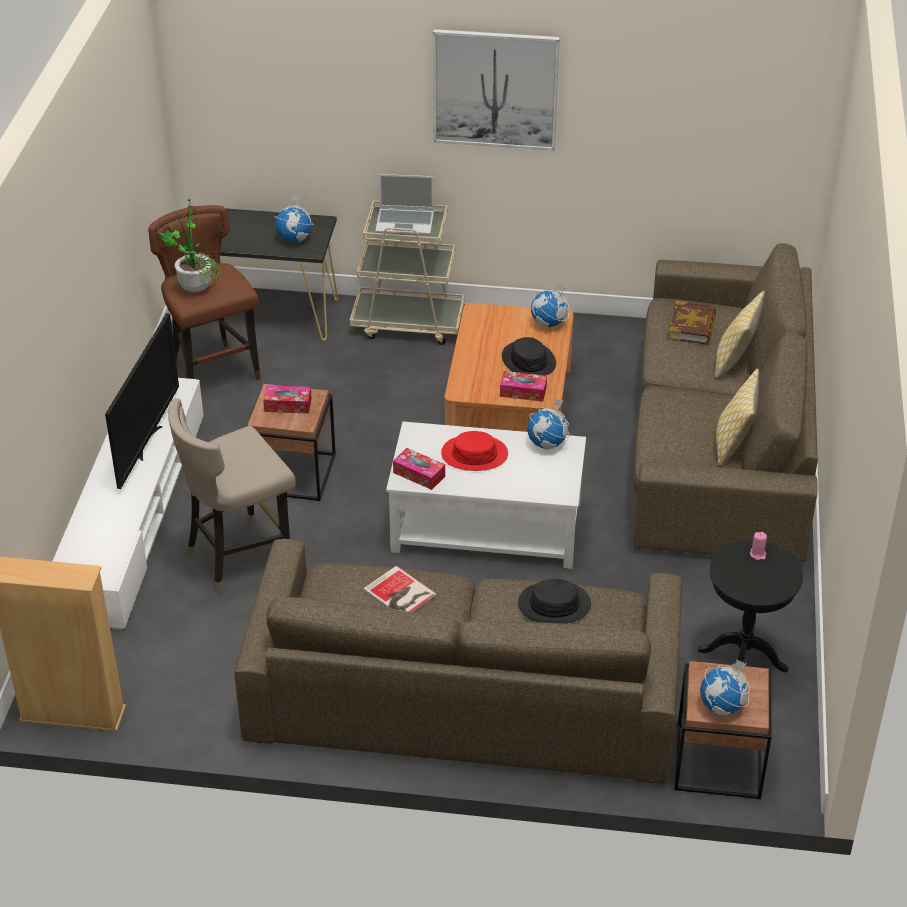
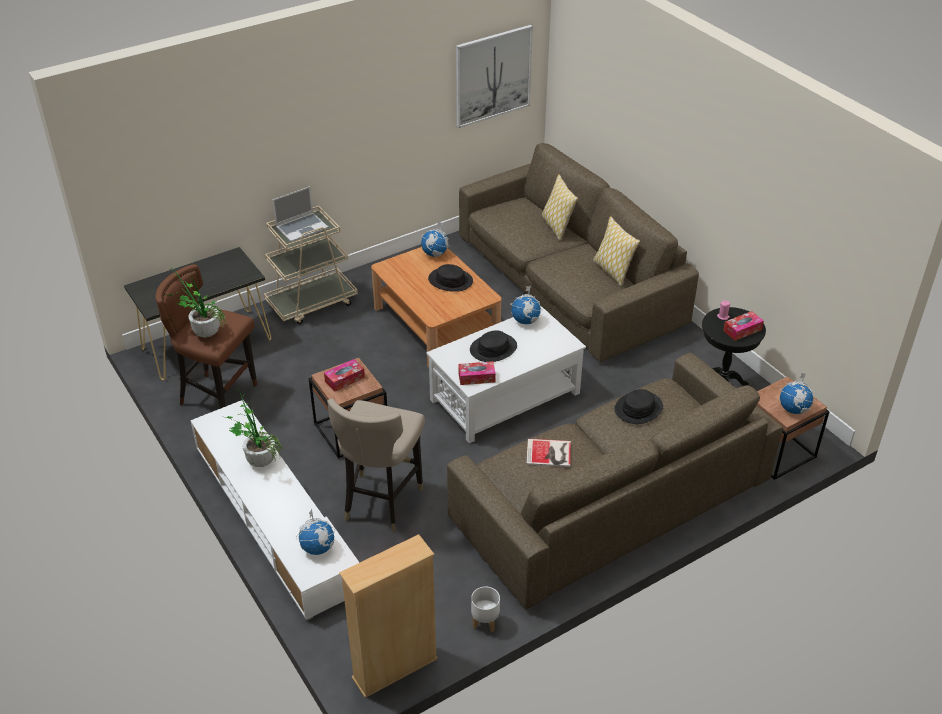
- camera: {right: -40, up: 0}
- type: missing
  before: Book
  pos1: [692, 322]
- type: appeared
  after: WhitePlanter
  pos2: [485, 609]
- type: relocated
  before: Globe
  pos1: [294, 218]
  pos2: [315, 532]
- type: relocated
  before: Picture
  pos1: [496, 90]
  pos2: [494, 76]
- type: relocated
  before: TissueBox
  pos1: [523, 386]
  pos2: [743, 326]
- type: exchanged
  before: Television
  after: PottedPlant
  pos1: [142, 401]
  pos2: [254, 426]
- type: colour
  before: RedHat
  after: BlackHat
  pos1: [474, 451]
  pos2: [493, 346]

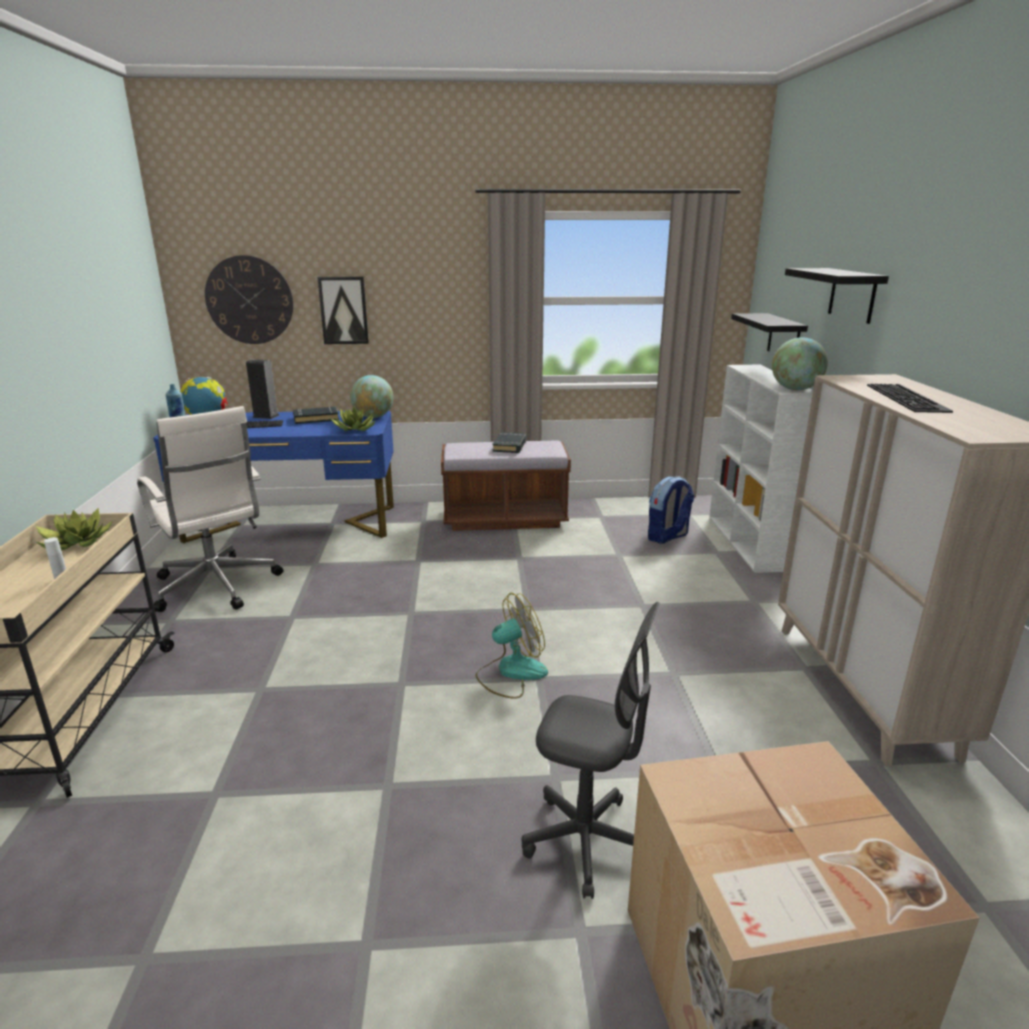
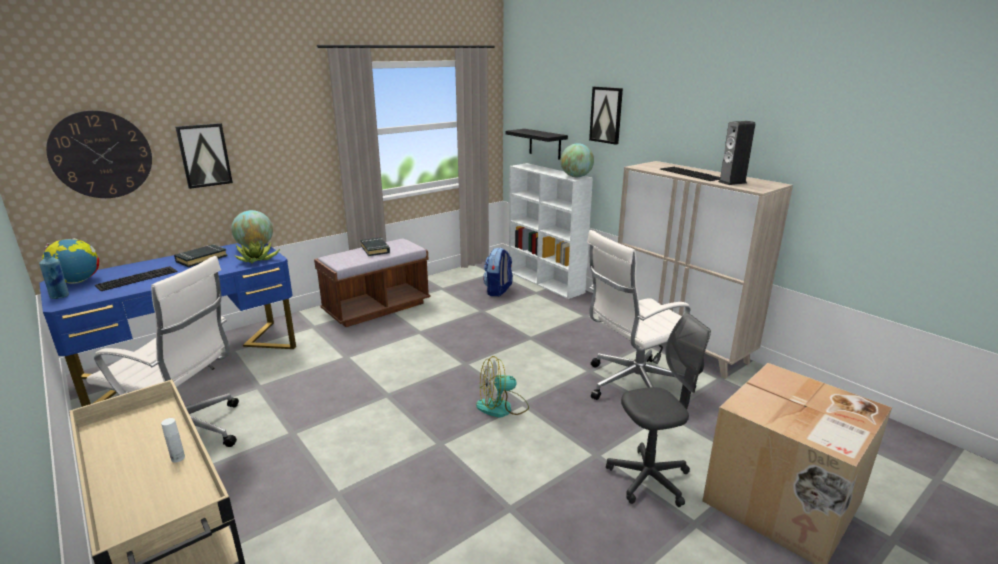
- camera: {right: -35, up: 0}
- type: missing
  before: PottedPlant
  pos1: [74, 529]
- type: appeared
  after: WhiteOfficeChair
  pos2: [641, 315]
- type: relocated
  before: Speaker
  pos1: [263, 389]
  pos2: [736, 153]
- type: exchanged
  before: BlackShelf
  after: Picture
  pos1: [837, 296]
  pos2: [606, 116]
- type: spun
  before: Fan
  pos1: [512, 646]
  pos2: [502, 386]
  turn: -135

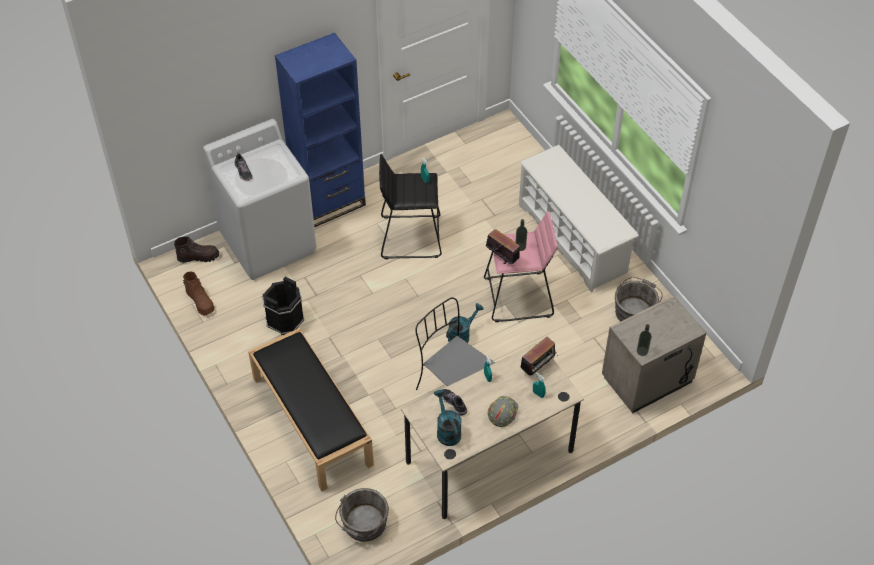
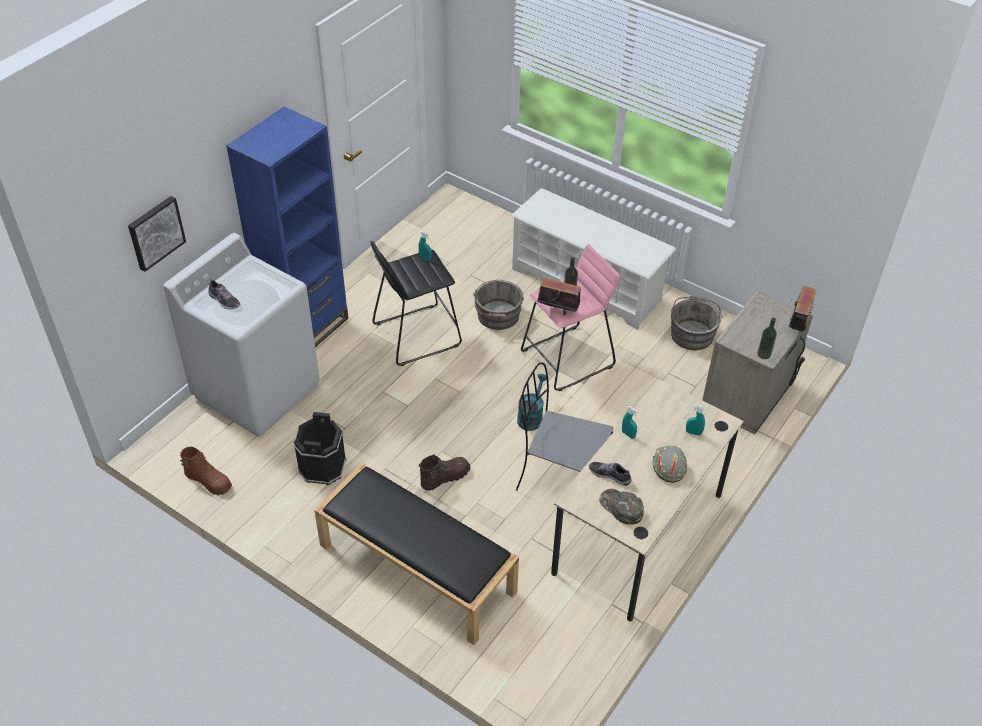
- camera: {right: -25, up: -5}
- type: appeared
  after: Picture
  pos2: [157, 234]
- type: relocated
  before: BrownBoot
  pos1: [196, 249]
  pos2: [444, 472]
- type: relocated
  before: GreyBucket
  pos1: [362, 515]
  pos2: [498, 305]
- type: relocated
  before: Radio
  pos1: [539, 356]
  pos2: [802, 310]
- type: exchanged
  before: TurquoiseWateringCan
  after: GreenCap
  pos1: [448, 417]
  pos2: [621, 507]

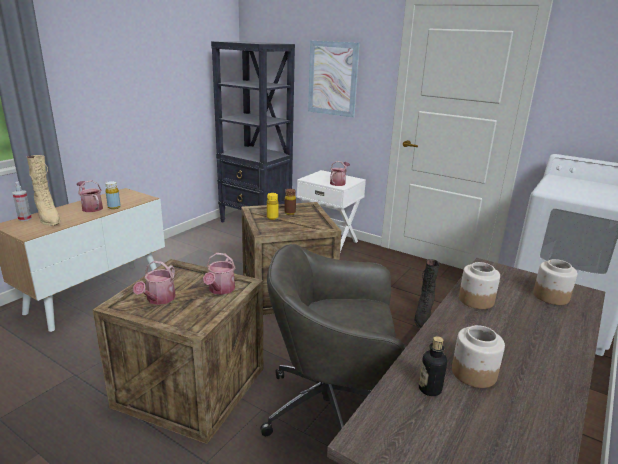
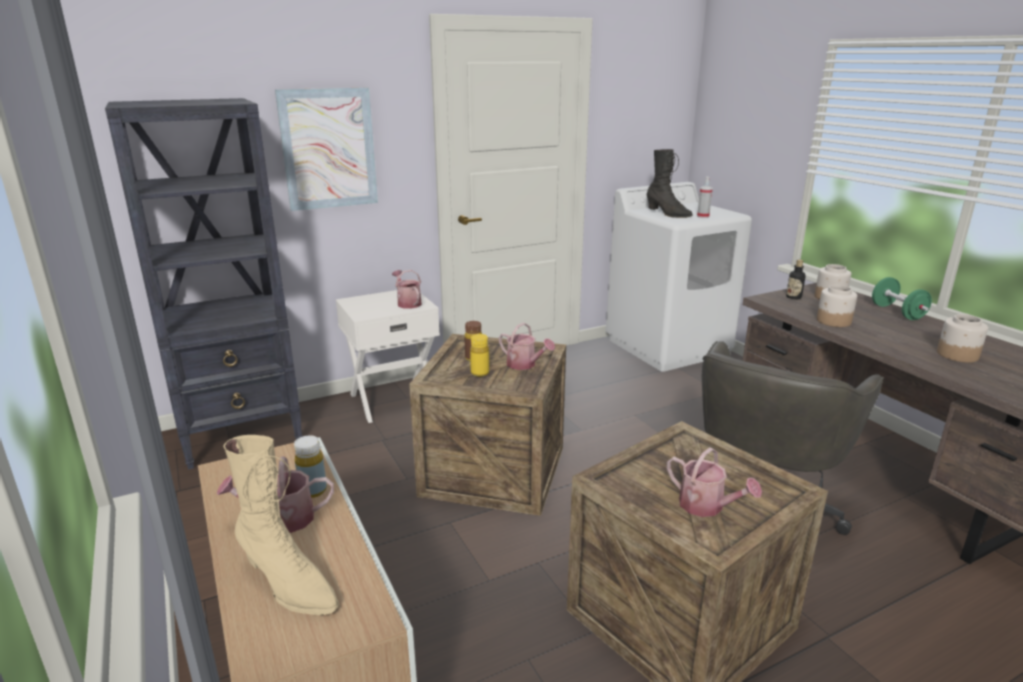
- camera: {right: -60, up: 0}
- type: appeared
  after: GreenDumbbell
  pos2: [902, 298]
- type: relocated
  before: SprayBottle
  pos1: [22, 201]
  pos2: [705, 197]
- type: relocated
  before: WateringCan
  pos1: [219, 274]
  pos2: [527, 346]
- type: relocated
  before: BlackBoot
  pos1: [427, 293]
  pos2: [670, 183]
- type: relocated
  before: Bottle
  pos1: [433, 366]
  pos2: [796, 279]
- type: spun
  before: BeigeBoot
  pos1: [44, 190]
  pos2: [281, 525]
  turn: 45

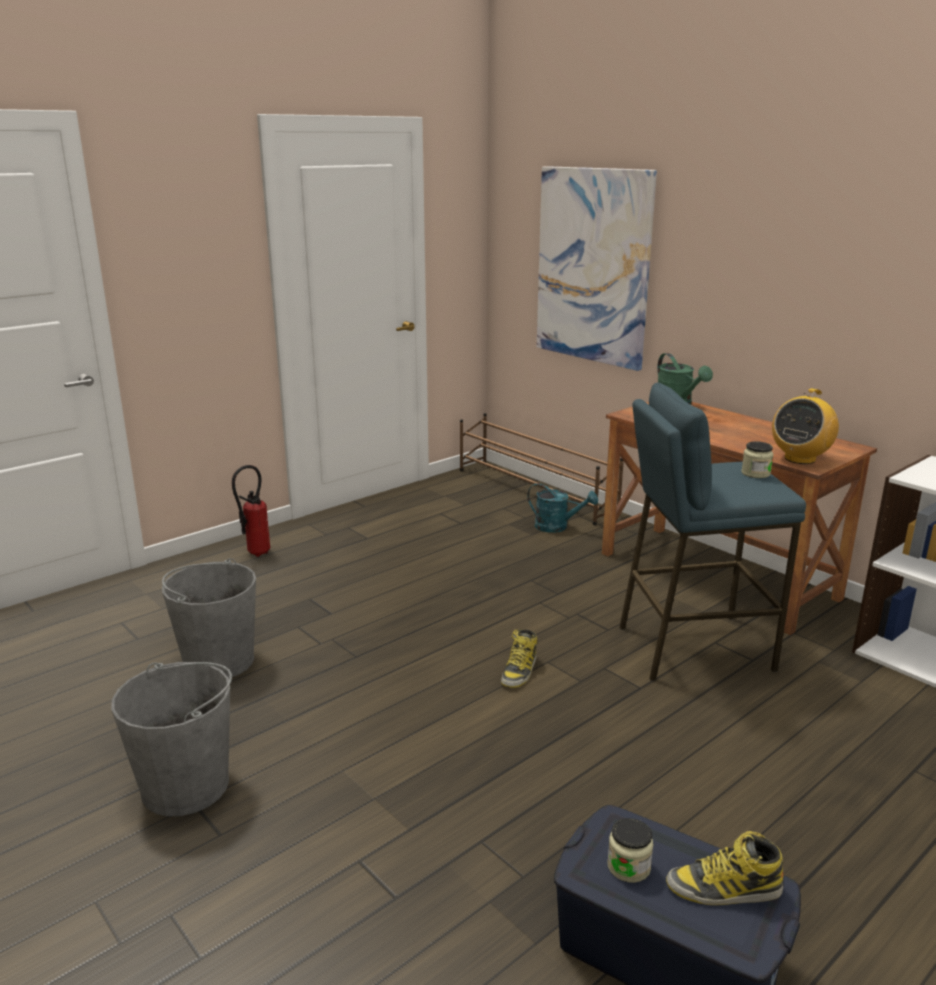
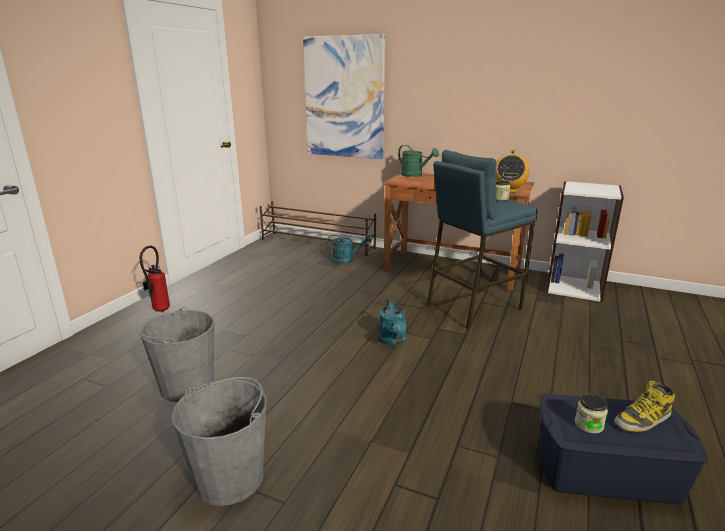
- camera: {right: -25, up: 0}
- type: exchanged
  before: Boot
  after: TurquoiseWateringCan
  pos1: [519, 658]
  pos2: [393, 322]

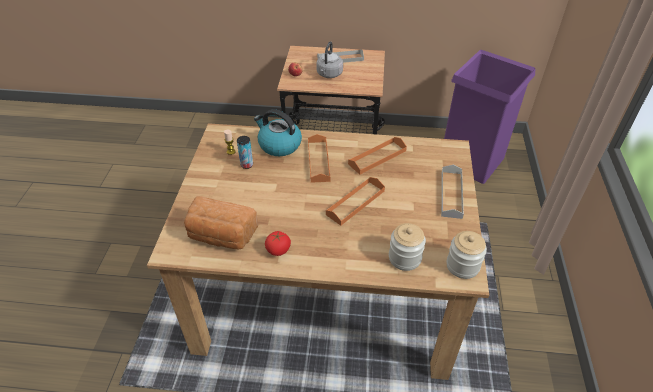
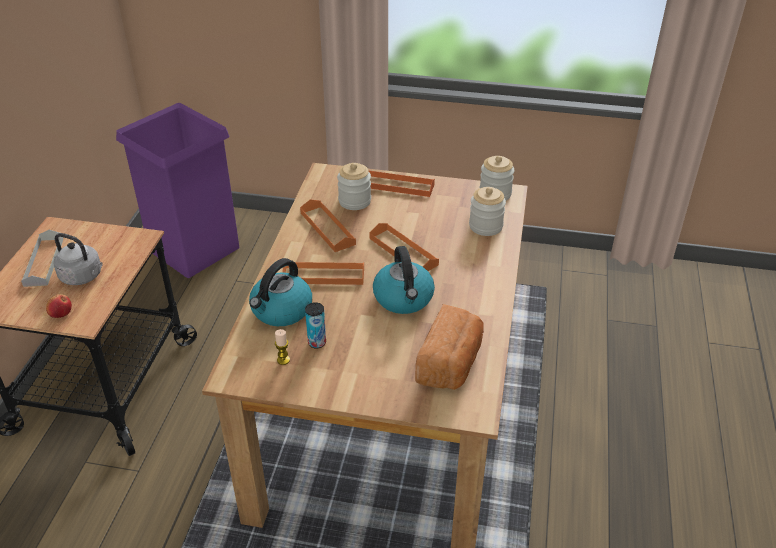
- camera: {right: -85, up: -5}
- type: missing
  before: Tomato
  pos1: [278, 243]
- type: appeared
  after: Jar
  pos2: [354, 186]
- type: appeared
  after: Kettle
  pos2: [404, 280]
- type: colour
  before: GreyTray
  after: OrangeTray
  pos1: [452, 192]
  pos2: [402, 184]

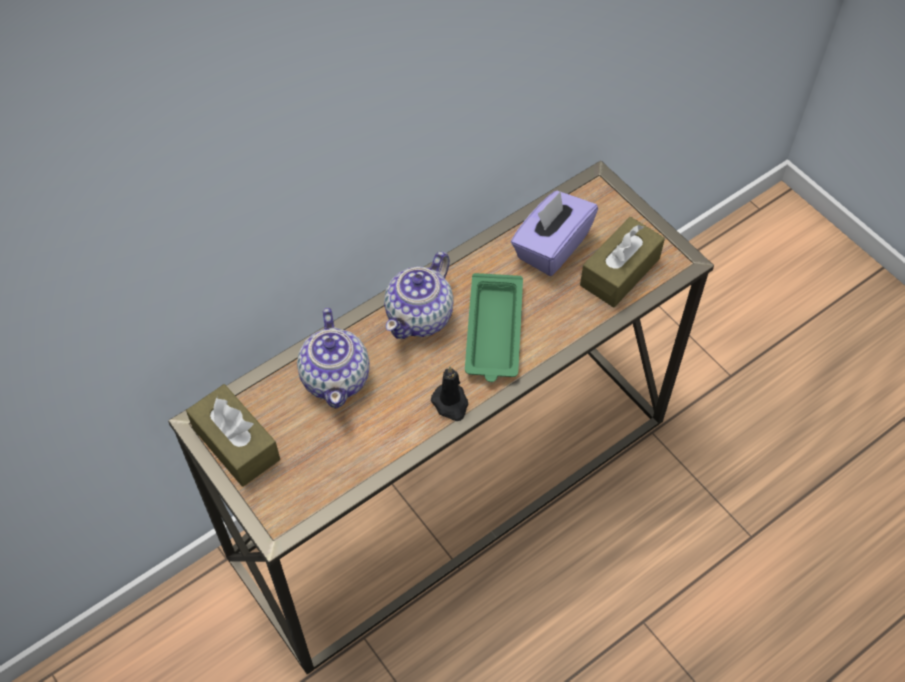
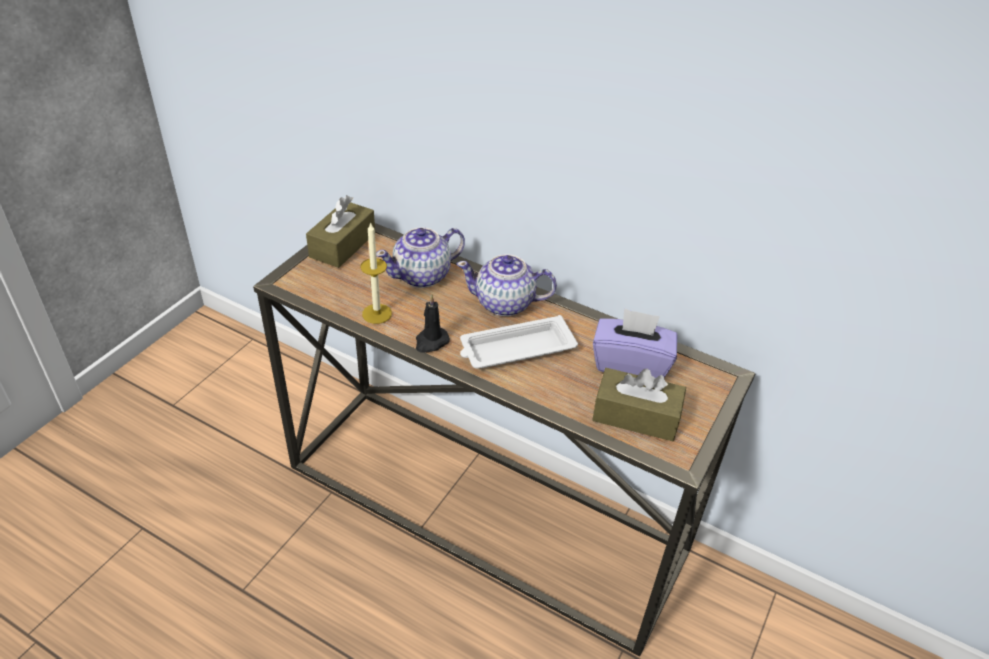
- camera: {right: 65, up: -15}
- type: appeared
  after: Candle
  pos2: [376, 273]
- type: colour
  before: GreenTray
  after: WhiteTray
  pos1: [494, 327]
  pos2: [519, 342]

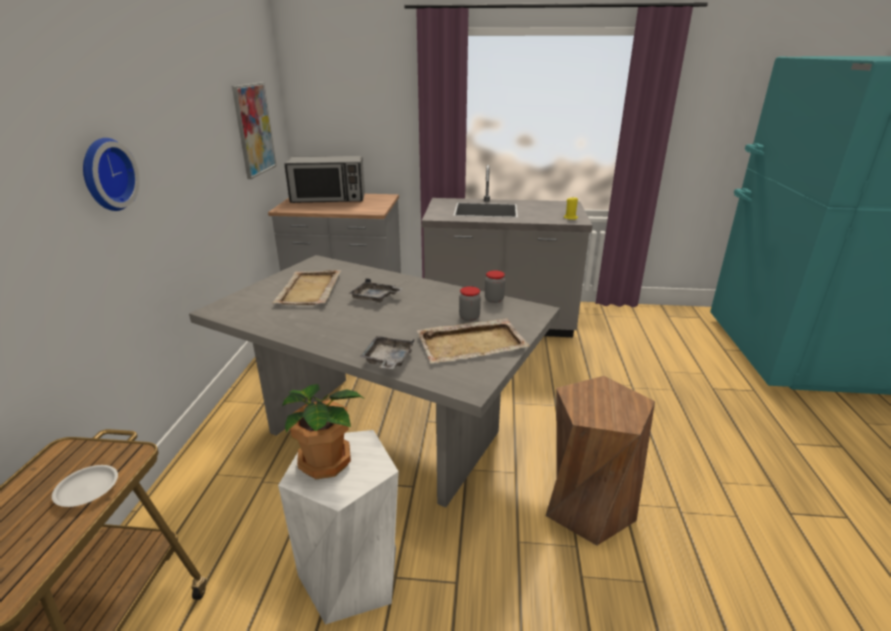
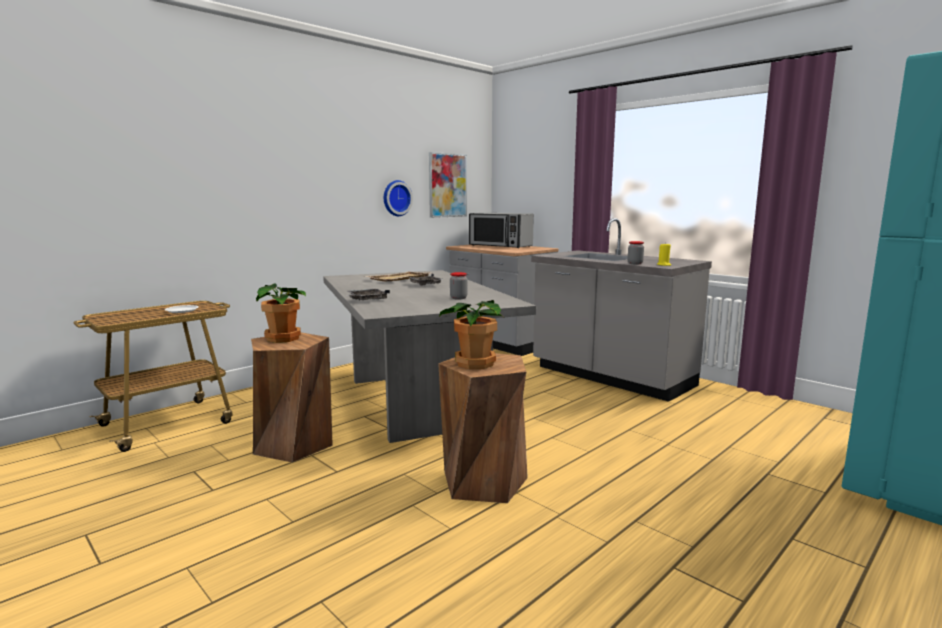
- camera: {right: 40, up: -15}
- type: missing
  before: BeigeTray
  pos1: [473, 341]
- type: appeared
  after: PottedPlant
  pos2: [471, 334]
- type: relocated
  before: WallClock
  pos1: [111, 174]
  pos2: [398, 198]
- type: relocated
  before: Jar
  pos1: [495, 286]
  pos2: [636, 252]
- type: colour
  before: WhiteStool
  after: BrownStool
  pos1: [338, 527]
  pos2: [292, 397]

